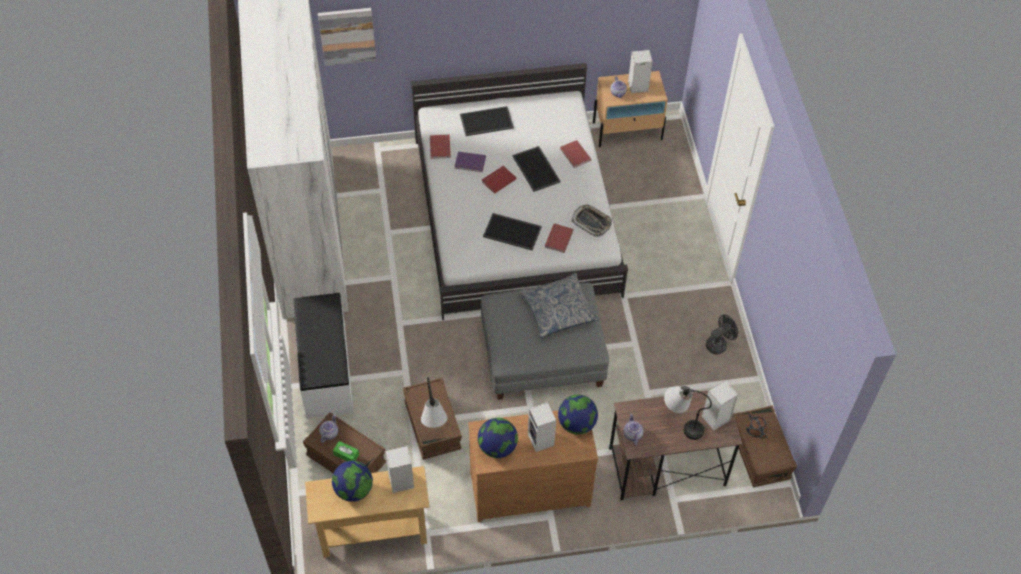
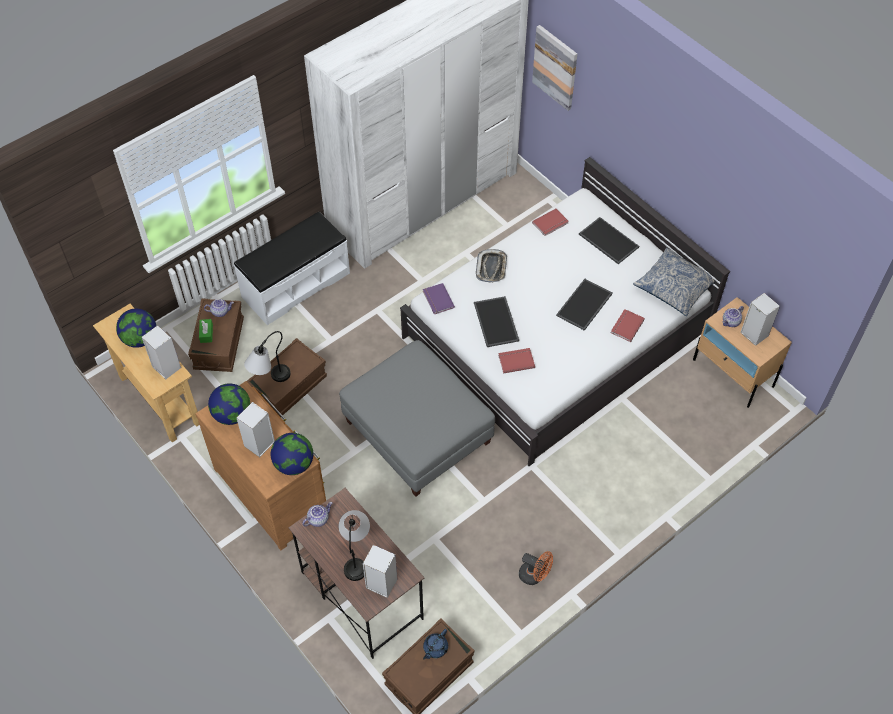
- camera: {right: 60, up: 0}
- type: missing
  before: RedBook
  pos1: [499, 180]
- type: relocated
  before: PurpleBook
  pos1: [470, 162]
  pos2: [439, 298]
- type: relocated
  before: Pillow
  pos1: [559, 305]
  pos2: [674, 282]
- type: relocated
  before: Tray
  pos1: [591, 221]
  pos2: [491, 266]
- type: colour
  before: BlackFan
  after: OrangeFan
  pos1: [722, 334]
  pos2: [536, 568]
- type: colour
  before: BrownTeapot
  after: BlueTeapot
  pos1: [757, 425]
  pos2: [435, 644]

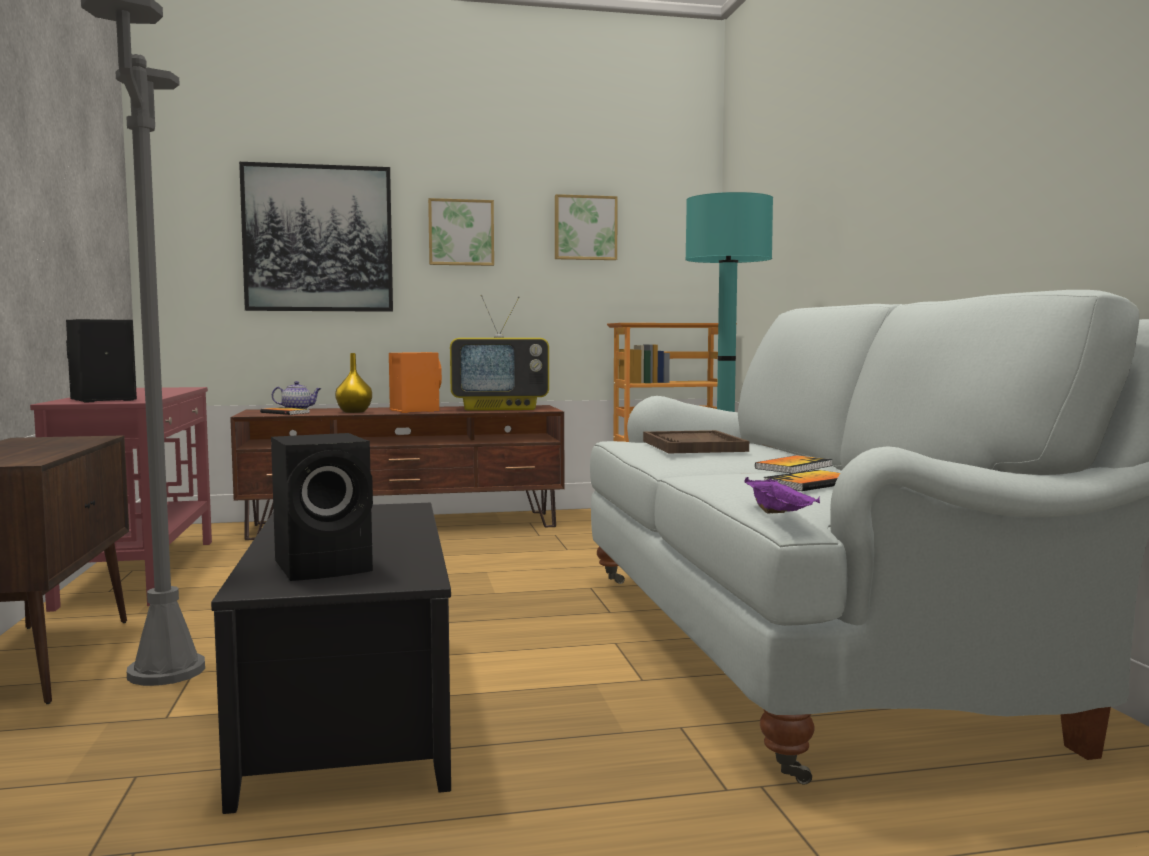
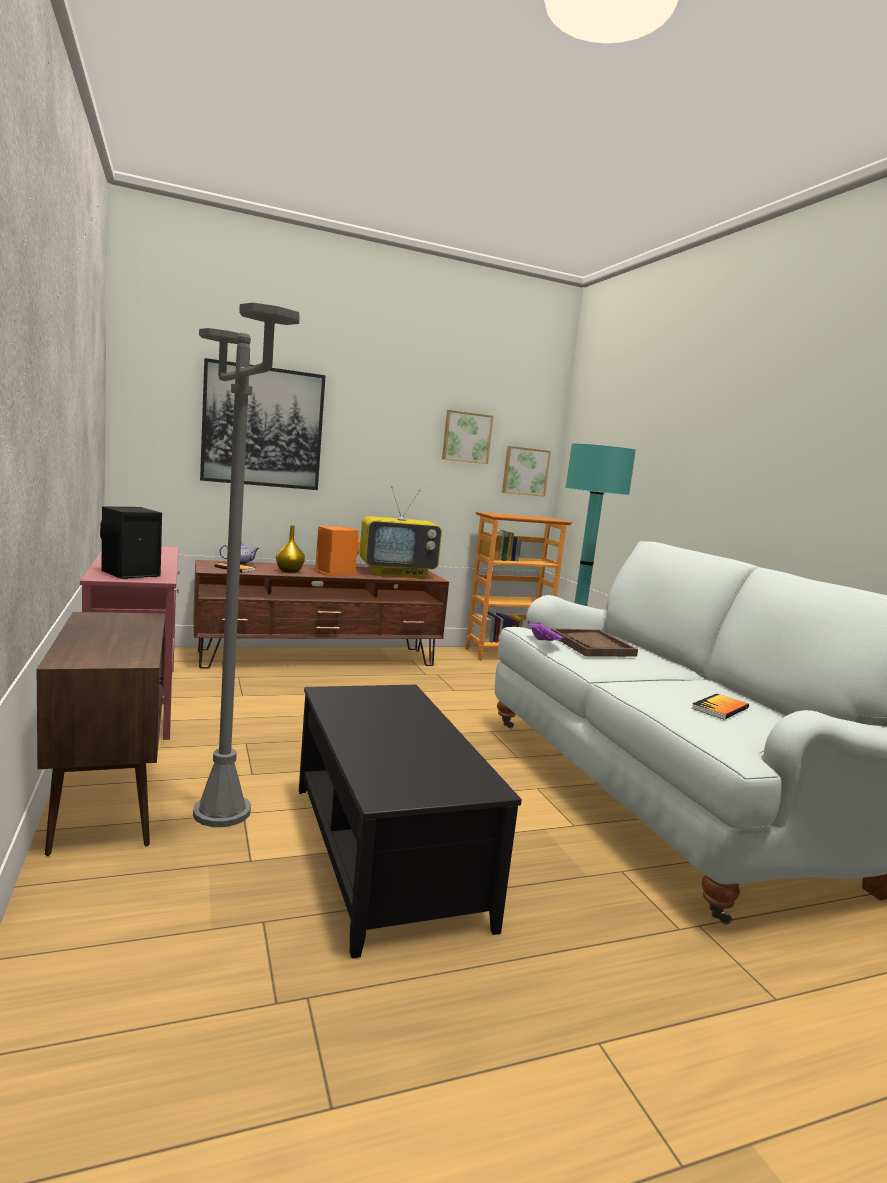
- camera: {right: -10, up: 5}
- type: missing
  before: BlackSpeaker
  pos1: [322, 507]
- type: missing
  before: Book
  pos1: [794, 464]
- type: relocated
  before: Picture
  pos1: [461, 232]
  pos2: [526, 471]
- type: relocated
  before: PurpleTray
  pos1: [782, 495]
  pos2: [545, 631]

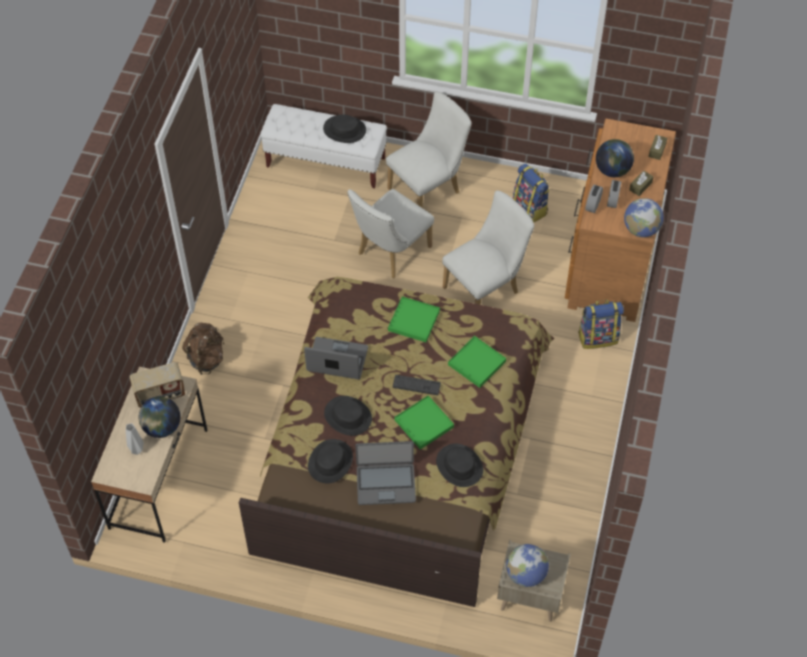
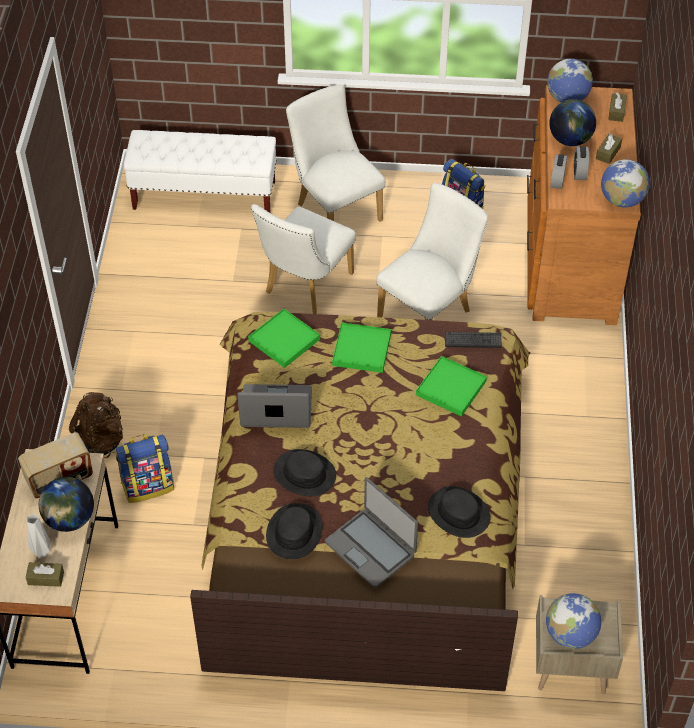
- camera: {right: -10, up: -5}
- type: missing
  before: BlackHat
  pos1: [344, 128]
- type: appeared
  after: BrownTissueBox
  pos2: [45, 574]
- type: appeared
  after: Globe
  pos2: [570, 81]
- type: relocated
  before: Keyboard
  pos1: [417, 385]
  pos2: [473, 340]
- type: relocated
  before: GreenTray
  pos1: [424, 422]
  pos2: [284, 338]
- type: relocated
  before: Backpack
  pos1: [601, 324]
  pos2: [145, 468]
- type: spun
  before: Laptop
  pos1: [385, 473]
  pos2: [371, 532]
  turn: 60
- type: spun
  before: WhiteChair
  pos1: [429, 150]
  pos2: [335, 153]
  turn: -75

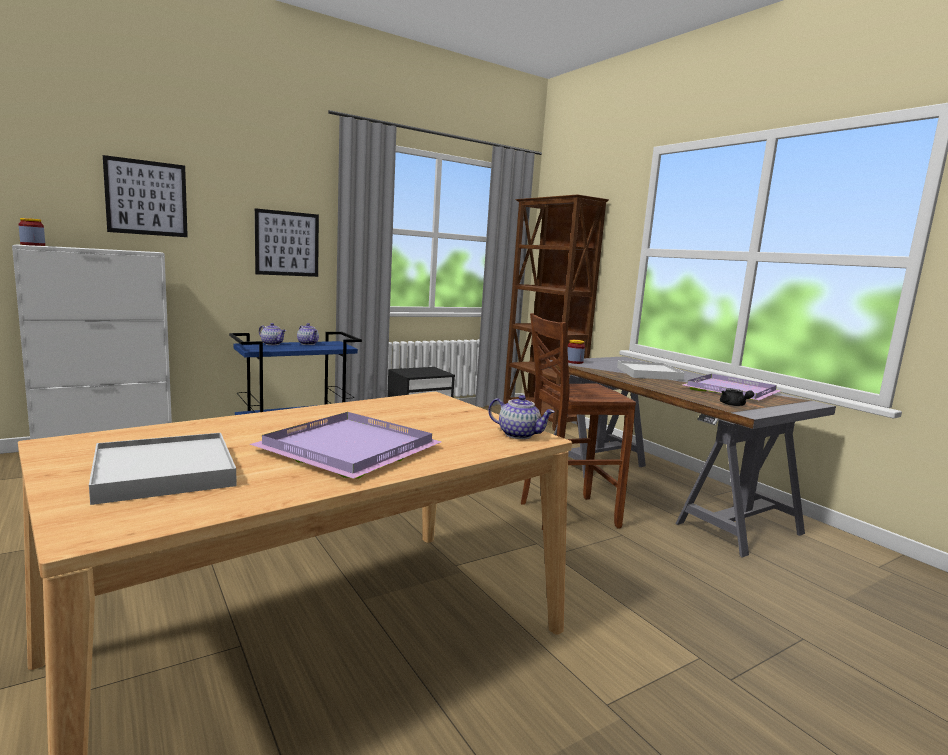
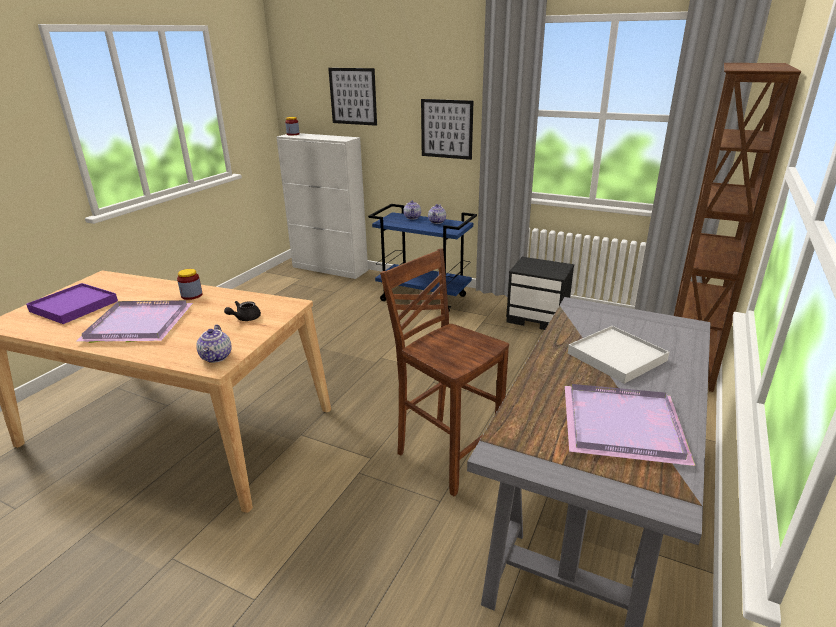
- camera: {right: 60, up: 15}
- type: relocated
  before: Jar
  pos1: [576, 352]
  pos2: [190, 284]
- type: relocated
  before: BlackTeapot
  pos1: [737, 397]
  pos2: [242, 311]
- type: colour
  before: WhiteTray
  after: PurpleTray
  pos1: [163, 469]
  pos2: [72, 303]

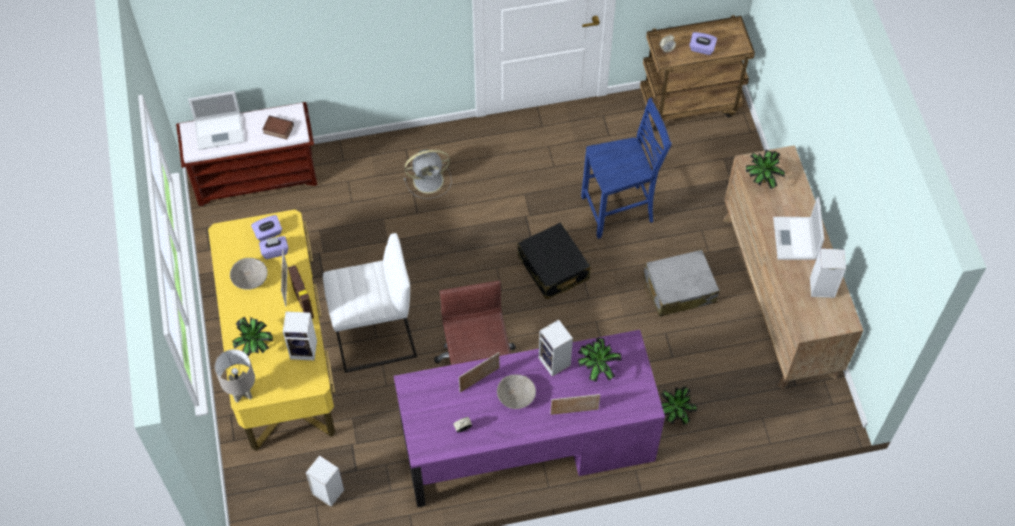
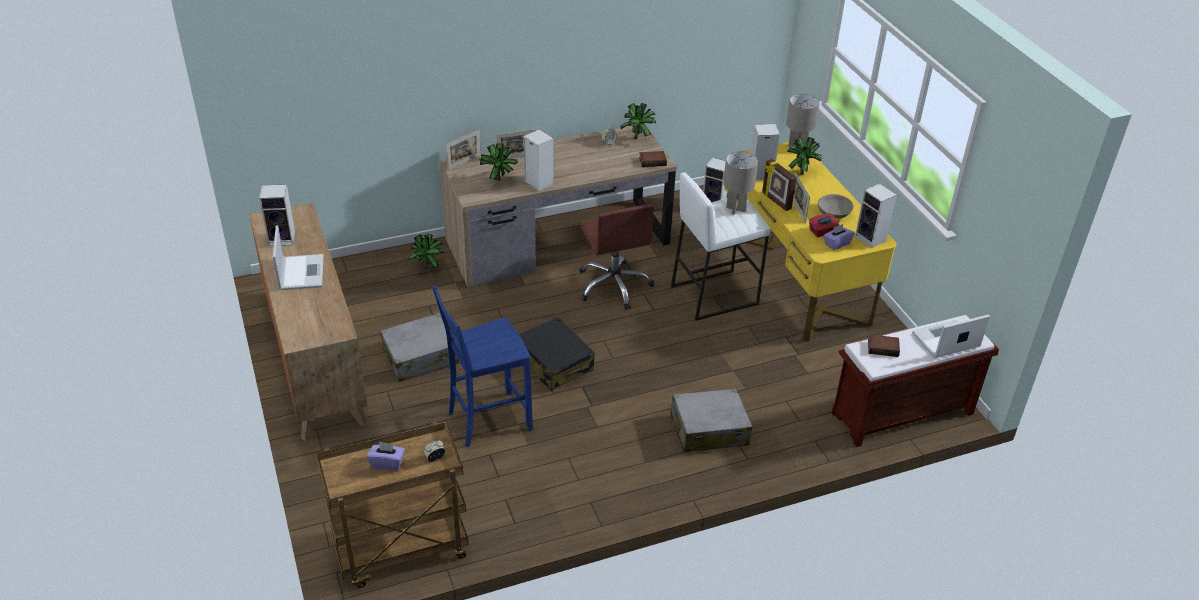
- camera: {right: 170, up: -20}
- type: missing
  before: GreyBowl
  pos1: [516, 391]
- type: appeared
  after: Book
  pos2: [653, 159]
- type: appeared
  after: GreyTableLamp
  pos2: [740, 183]
- type: appeared
  after: Speaker
  pos2: [876, 216]
- type: relocated
  before: PictureFrame
  pos1: [479, 372]
  pos2: [463, 150]
- type: relocated
  before: PottedPlant
  pos1: [765, 169]
  pos2: [638, 121]
- type: exchanged
  before: GreyFan
  after: GreySuitcase
  pos1: [428, 174]
  pos2: [711, 420]
- type: colour
  before: PurpleTissueBox
  after: RedTissueBox
  pos1: [273, 247]
  pos2: [824, 225]
- type: colour
  before: PurpleDesk
  after: BrownDesk
  pos1: [529, 418]
  pos2: [558, 206]

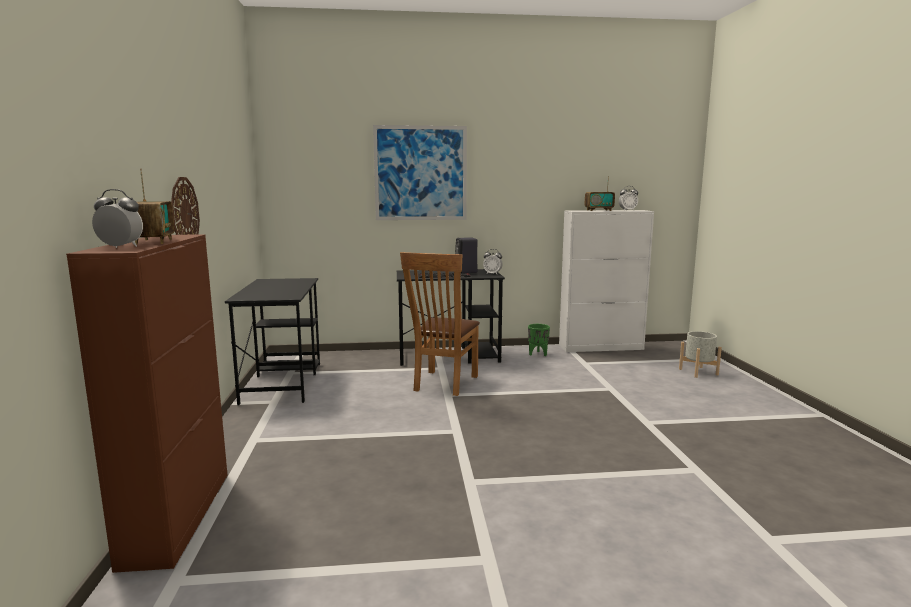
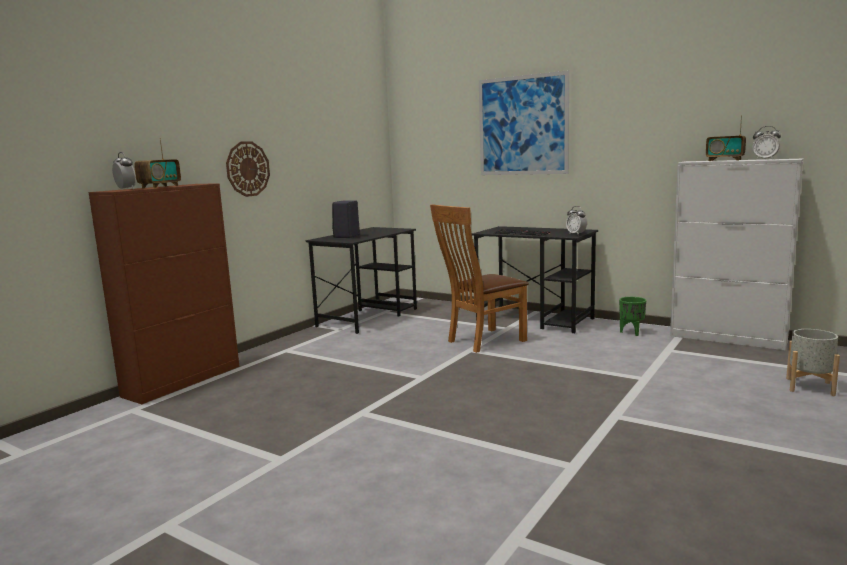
- camera: {right: 40, up: 0}
- type: relocated
  before: BlackSpeaker
  pos1: [466, 255]
  pos2: [346, 219]

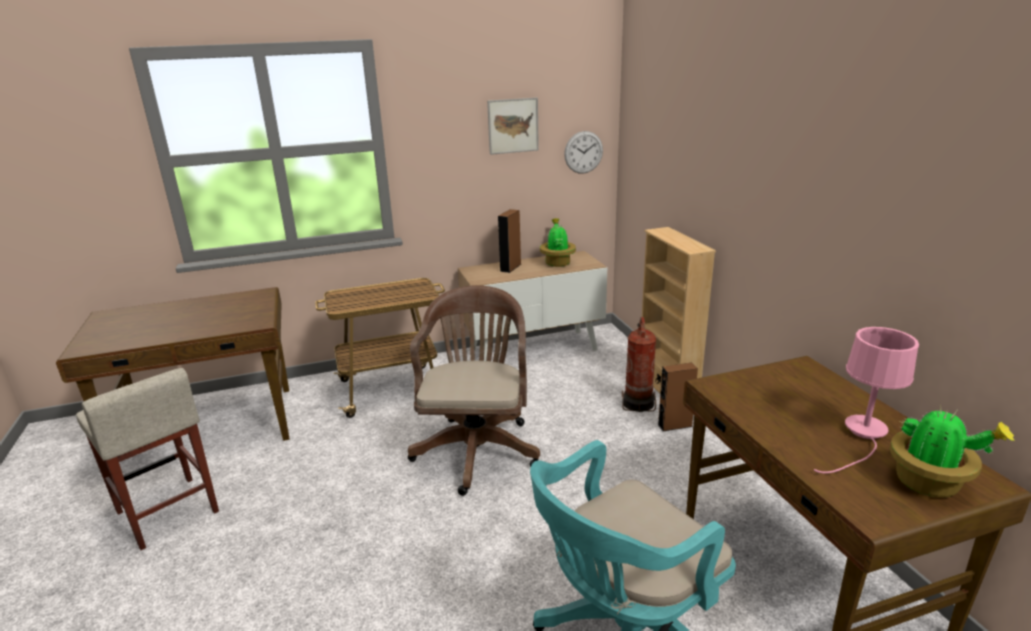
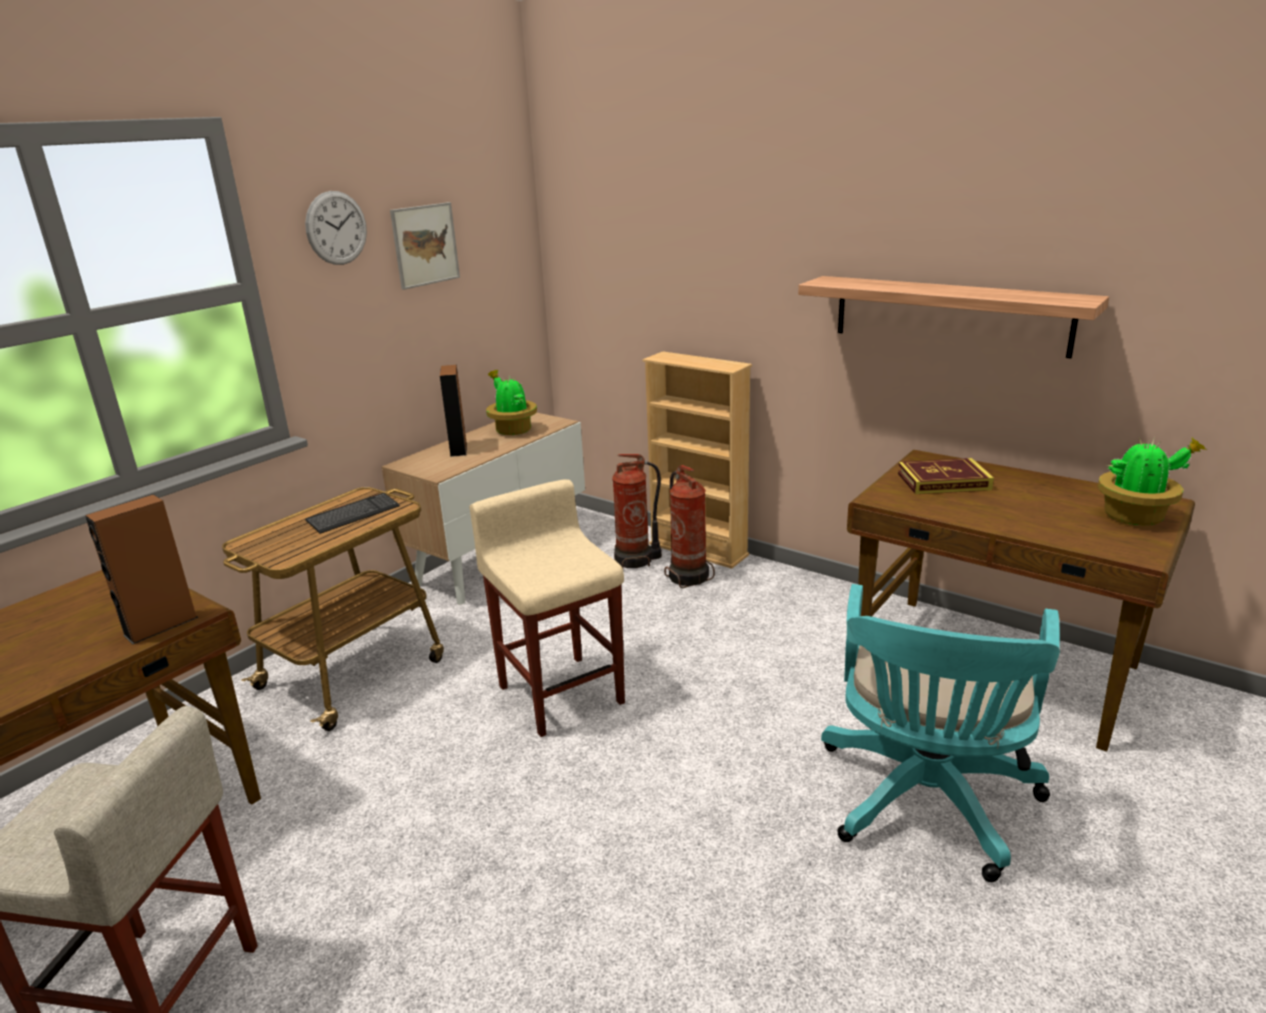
- camera: {right: -35, up: 0}
- type: missing
  before: PinkTableLamp
  pos1: [866, 400]
- type: appeared
  after: Keyboard
  pos2: [352, 513]
- type: appeared
  after: FireExtinguisher
  pos2: [637, 511]
- type: appeared
  after: Shelf
  pos2: [953, 317]
- type: appeared
  after: Book
  pos2: [946, 476]
- type: relocated
  before: WallClock
  pos1: [583, 152]
  pos2: [336, 228]
- type: relocated
  before: BrownSpeaker
  pos1: [677, 397]
  pos2: [142, 569]
- type: exchanged
  before: BrownOfficeChair
  after: BeigeStool
  pos1: [474, 390]
  pos2: [547, 608]

